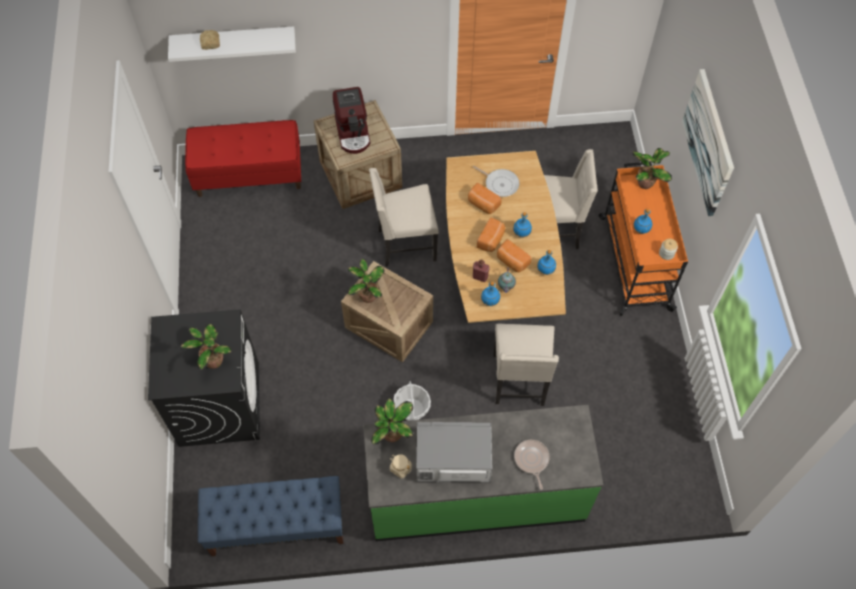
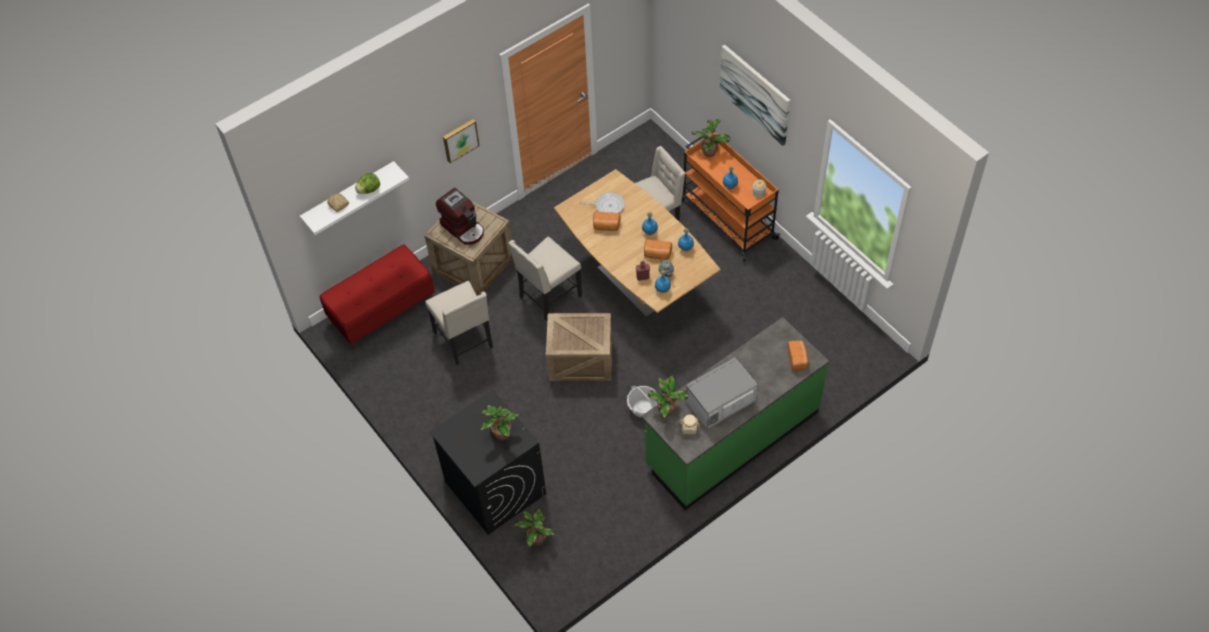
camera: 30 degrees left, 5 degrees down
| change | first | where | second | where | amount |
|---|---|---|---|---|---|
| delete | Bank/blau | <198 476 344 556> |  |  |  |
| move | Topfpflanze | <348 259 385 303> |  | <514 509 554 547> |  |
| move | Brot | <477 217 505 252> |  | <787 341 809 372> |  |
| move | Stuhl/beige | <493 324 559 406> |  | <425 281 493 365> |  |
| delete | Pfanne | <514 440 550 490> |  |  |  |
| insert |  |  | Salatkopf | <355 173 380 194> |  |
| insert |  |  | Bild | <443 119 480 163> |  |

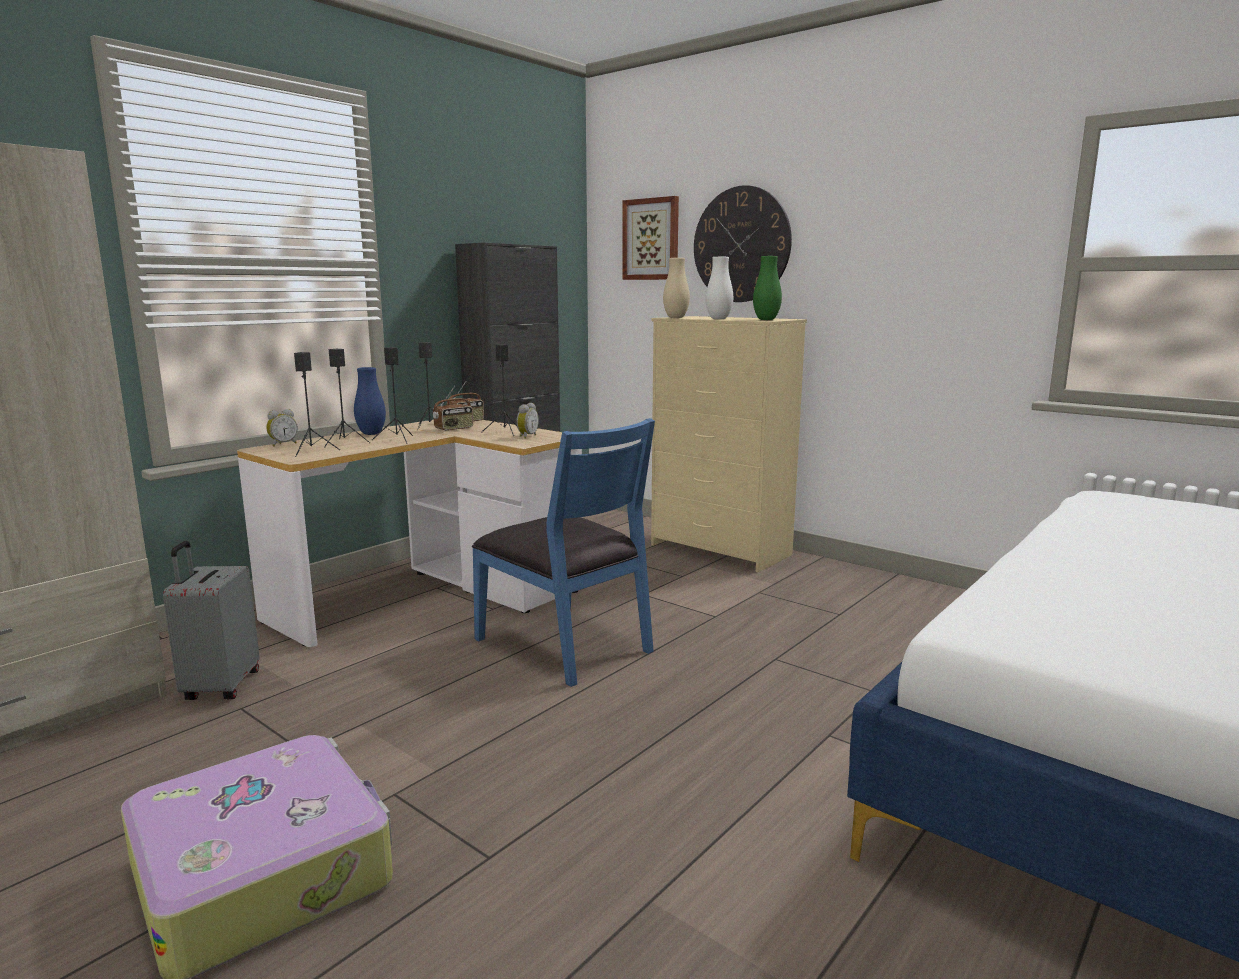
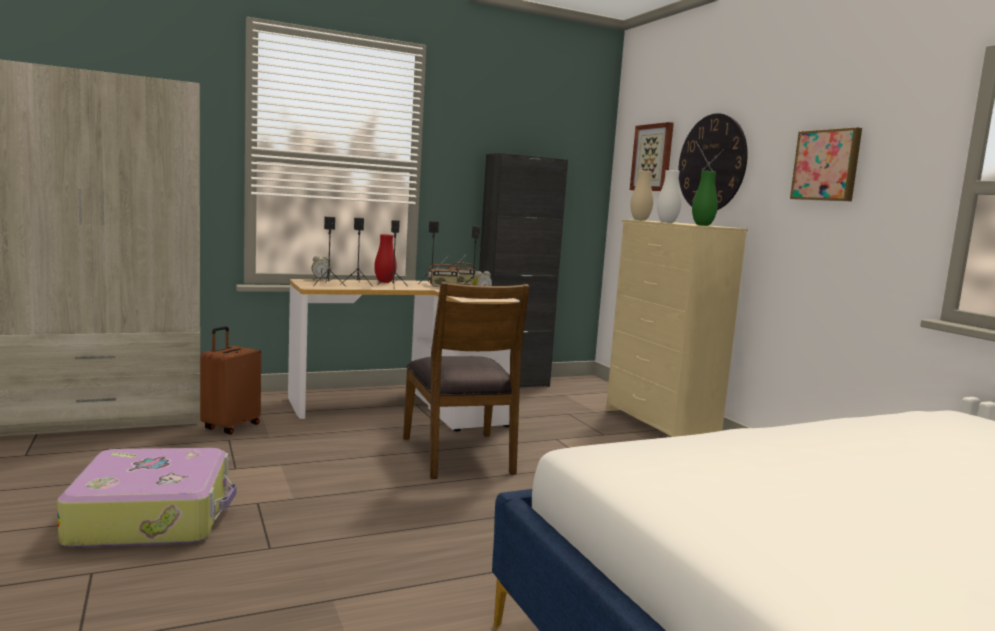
camera: 25 degrees right, 5 degrees down
| change | first | where | second | where | amount |
|---|---|---|---|---|---|
| recolor | Koffer/grau | <163 541 259 700> | Koffer/braun | <200 326 261 434> |  |
| recolor | Vase/blau | <354 367 386 435> | Vase/rot | <374 234 397 283> |  |
| recolor | Stuhl/blau | <472 418 655 687> | Stuhl/braun | <403 282 530 479> |  |
| insert |  |  | Bild | <790 127 862 201> |  |

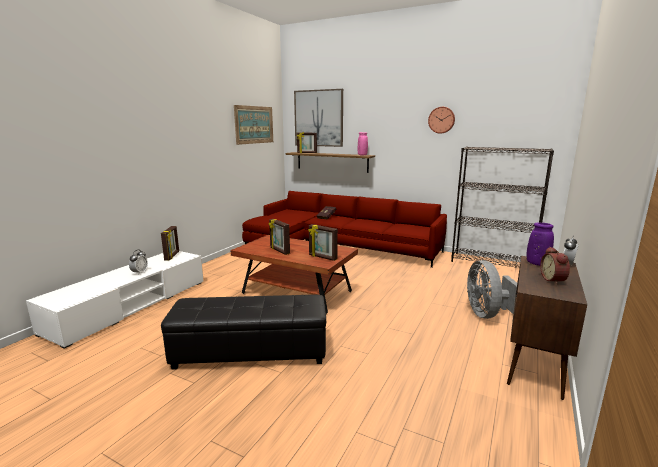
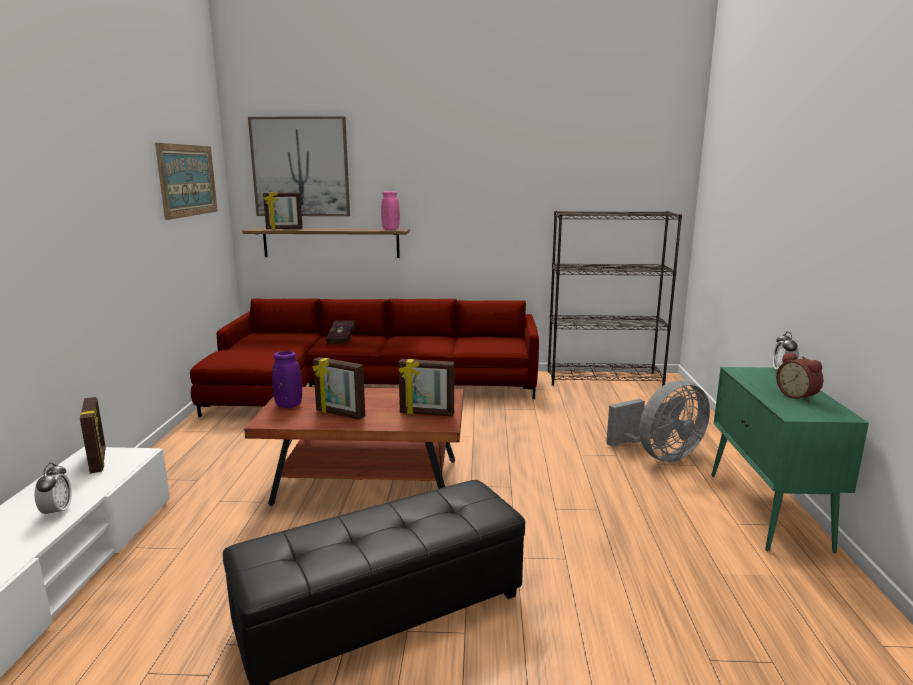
camera: 25 degrees left, 0 degrees up
| change | first | where | second | where | amount |
|---|---|---|---|---|---|
| delete | Wanduhr | <428 107 455 134> |  |  |  |
| rotate | Ventilator/grau | <467 260 517 319> |  | <606 380 710 462> | 90 degrees counterclockwise |
| recolor | Schrank/braun | <507 256 587 400> | Schrank/grün | <711 367 869 553> |  |
| move | Vase/lila | <527 222 554 266> |  | <272 351 302 408> |  |

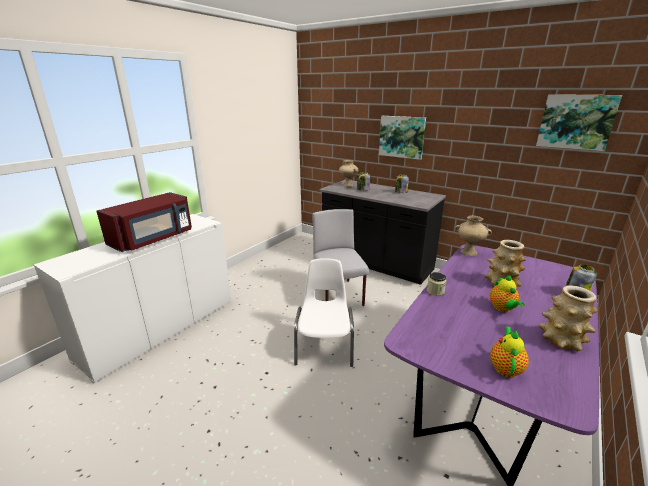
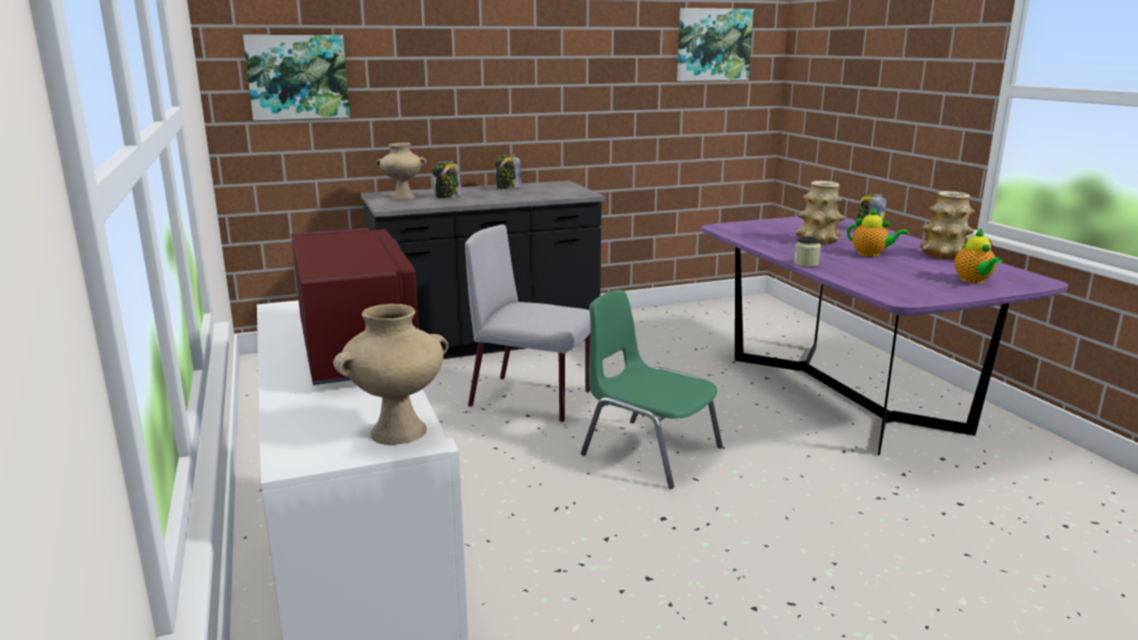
camera: 55 degrees left, 5 degrees down
| change | first | where | second | where | amount |
|---|---|---|---|---|---|
| recolor | Stuhl/weiß | <294 258 354 367> | Stuhl/grün | <581 290 723 489> |  |
| move | Bild | <379 116 426 160> |  | <243 35 350 120> |  |
| move | Vase/beige | <455 216 492 256> |  | <333 304 448 445> |  |
| rotate | Teekanne | <490 326 529 378> |  | <954 228 1003 283> | 150 degrees counterclockwise |

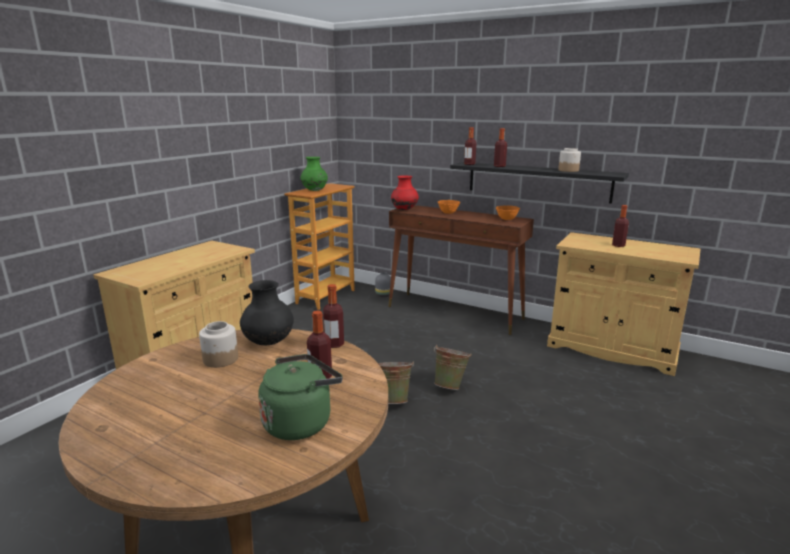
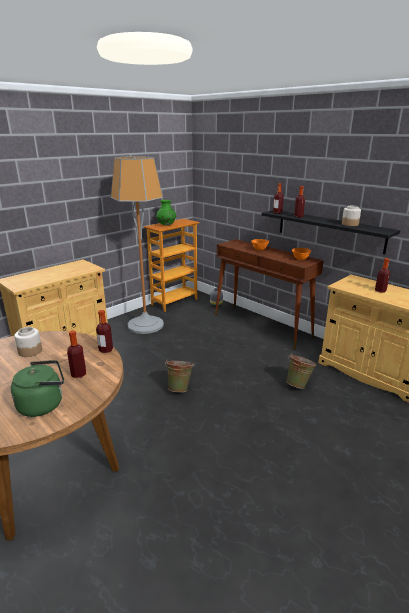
camera: 15 degrees right, 5 degrees up
| change | first | where | second | where | amount |
|---|---|---|---|---|---|
| delete | Vase/schwarz | <240 280 294 345> |  |  |  |
| delete | Vase/rot | <391 175 419 210> |  |  |  |
| move | Eimer/grün | <434 345 472 390> |  | <286 353 317 389> |  |
| insert |  |  | Stehlampe | <111 156 164 334> |  |

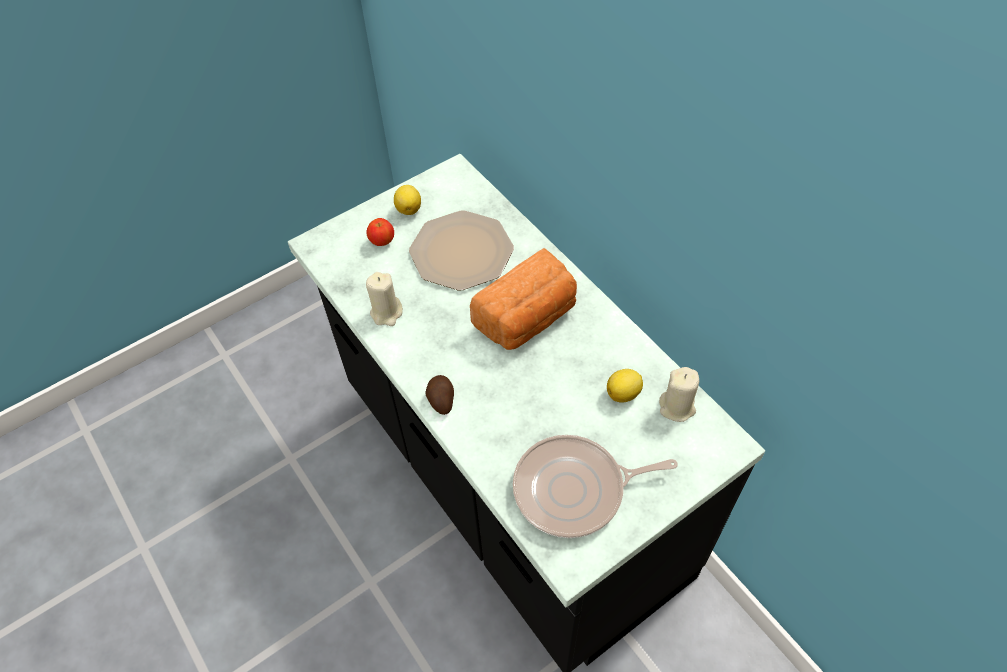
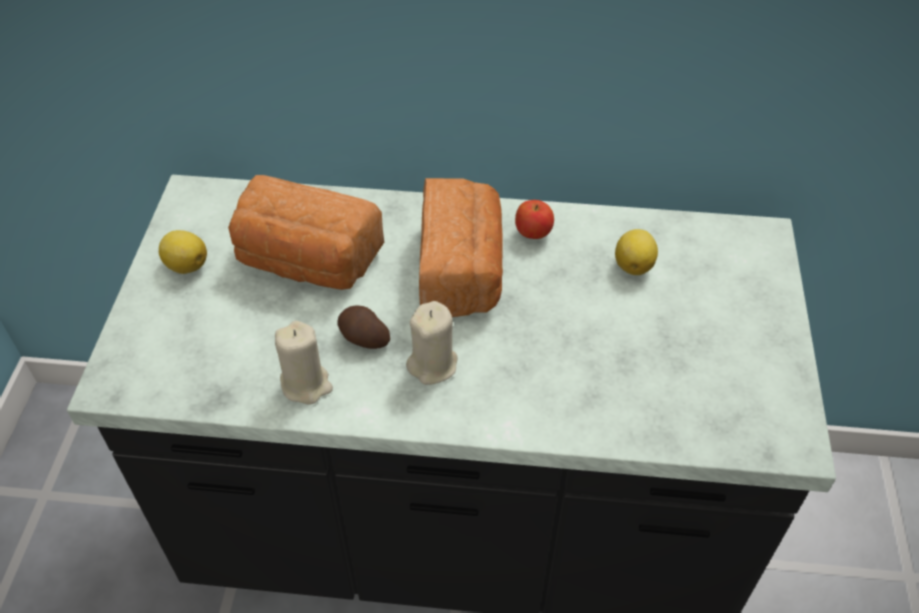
camera: 50 degrees left, 5 degrees down
| change | first | where | second | where | amount |
|---|---|---|---|---|---|
| move | Apfel | <367 218 394 246> |  | <515 200 554 239> |  |
| replace | Teller | <409 210 514 290> | Brot | <228 175 384 290> |  |
| move | Kartoffel | <426 375 454 415> |  | <337 306 390 349> |  |
| delete | Pfanne | <513 435 678 538> |  |  |  |
| move | Kerze/beige | <659 367 699 422> |  | <406 301 458 385> |  |

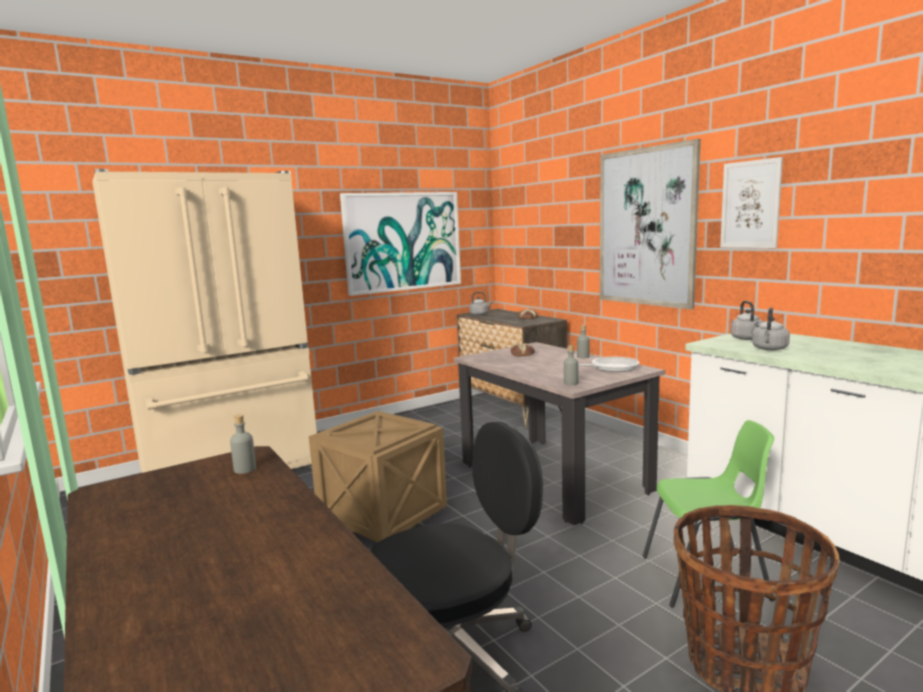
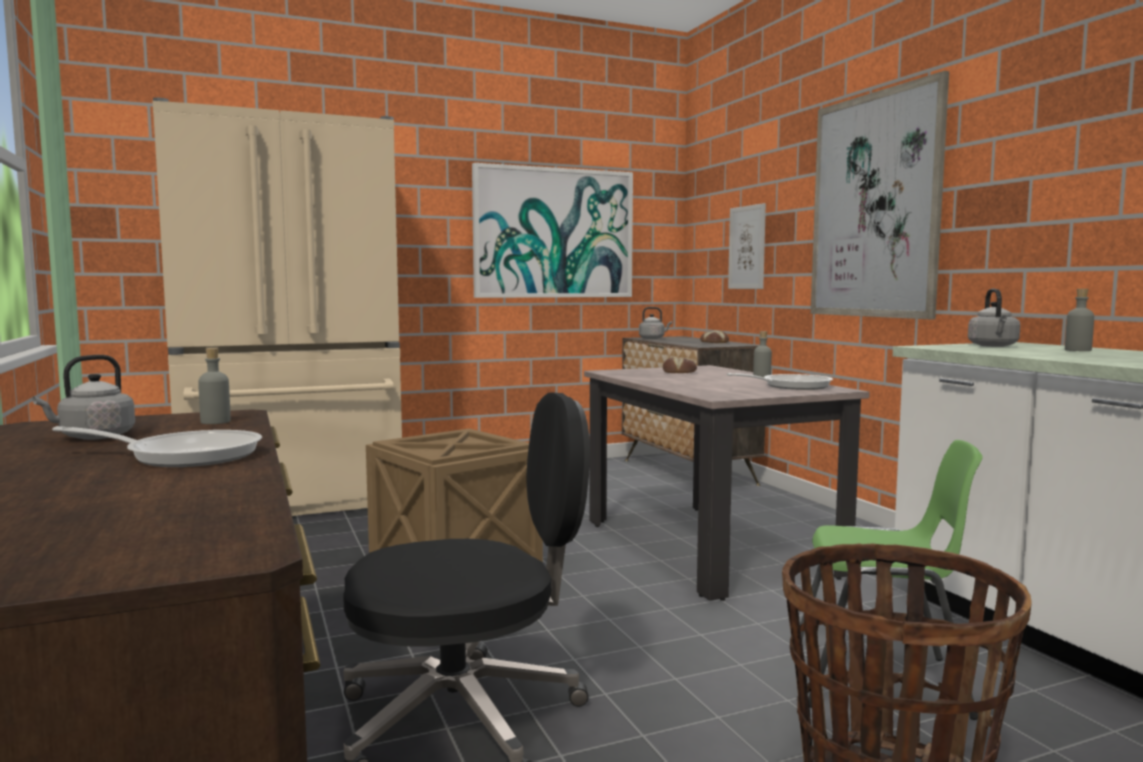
camera: 10 degrees right, 5 degrees down
| change | first | where | second | where | amount |
|---|---|---|---|---|---|
| move | Flasche/grau | <564 345 578 385> |  | <1065 289 1094 351> |  |
| move | Bild | <720 157 783 248> |  | <728 203 766 289> |  |
| move | Wasserkessel/grau | <752 307 790 350> |  | <33 355 135 440> |  |
| insert |  |  | Pfanne | <52 426 262 467> |  |

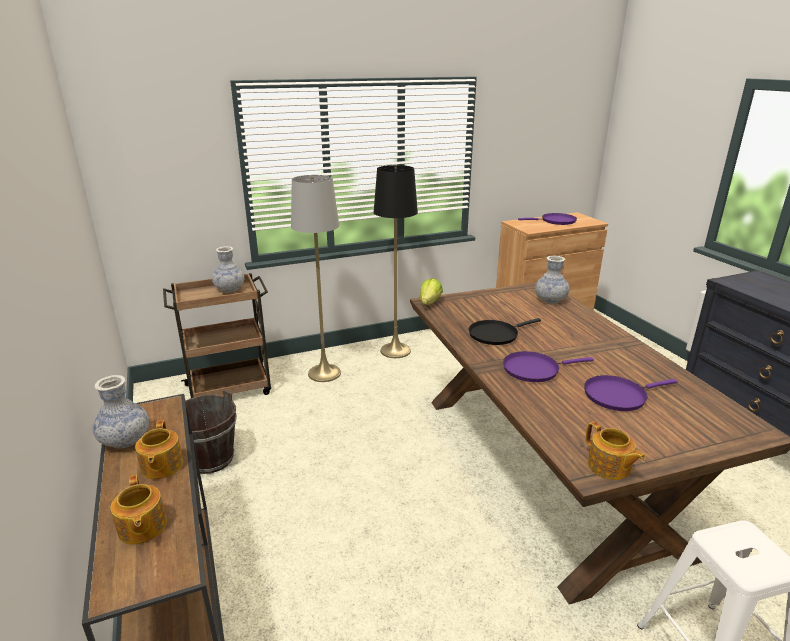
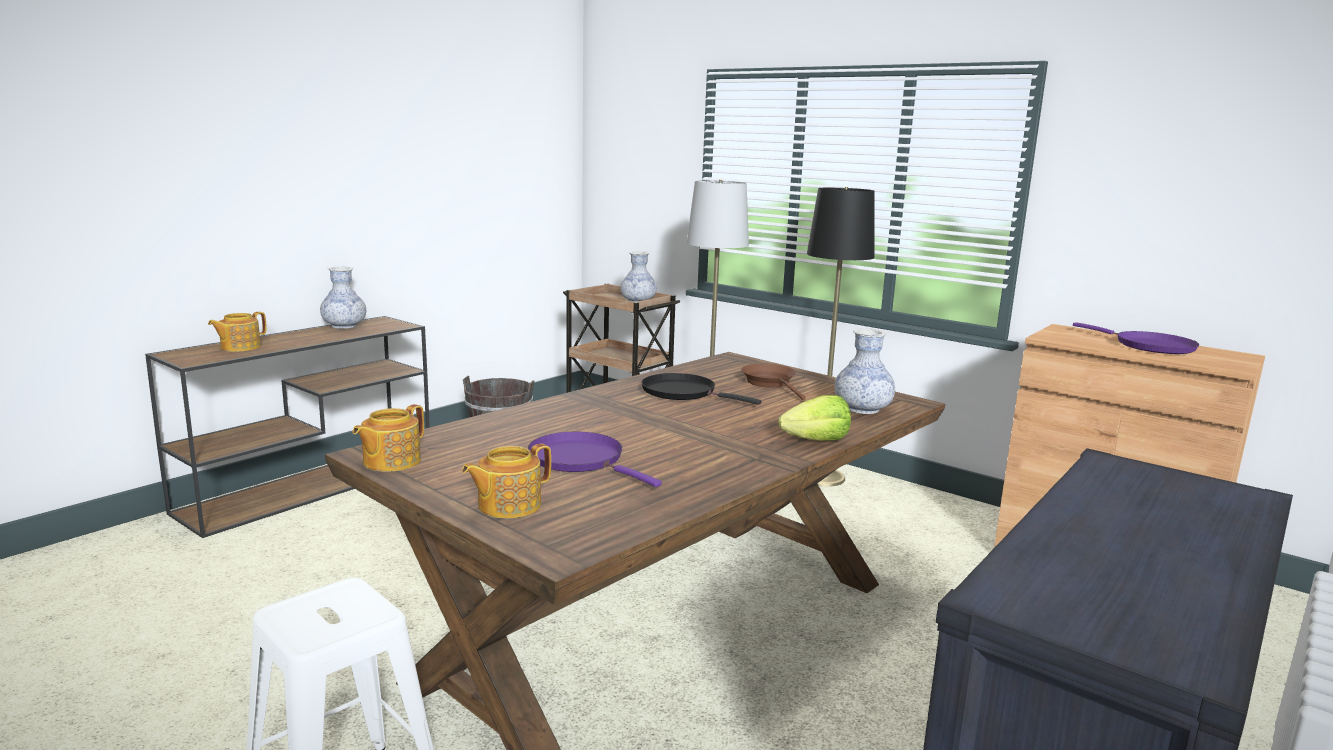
camera: 60 degrees right, 10 degrees down
| change | first | where | second | where | amount |
|---|---|---|---|---|---|
| move | Teekanne | <135 420 184 479> |  | <462 444 551 518> |  |
| move | Salatkopf | <420 278 443 305> |  | <778 395 851 441> |  |
| delete | Pfanne/lila | <503 351 594 382> |  |  |  |
| insert |  |  | Pfanne/braun | <741 364 806 400> |  |

